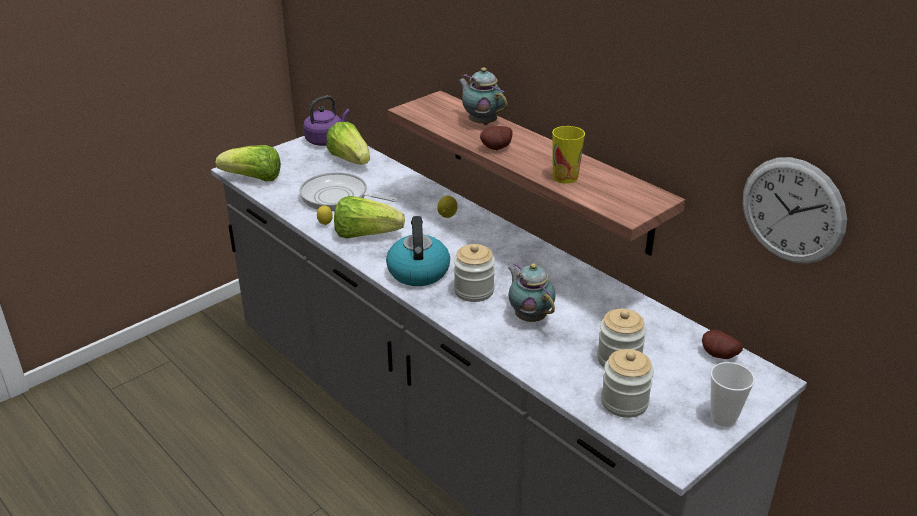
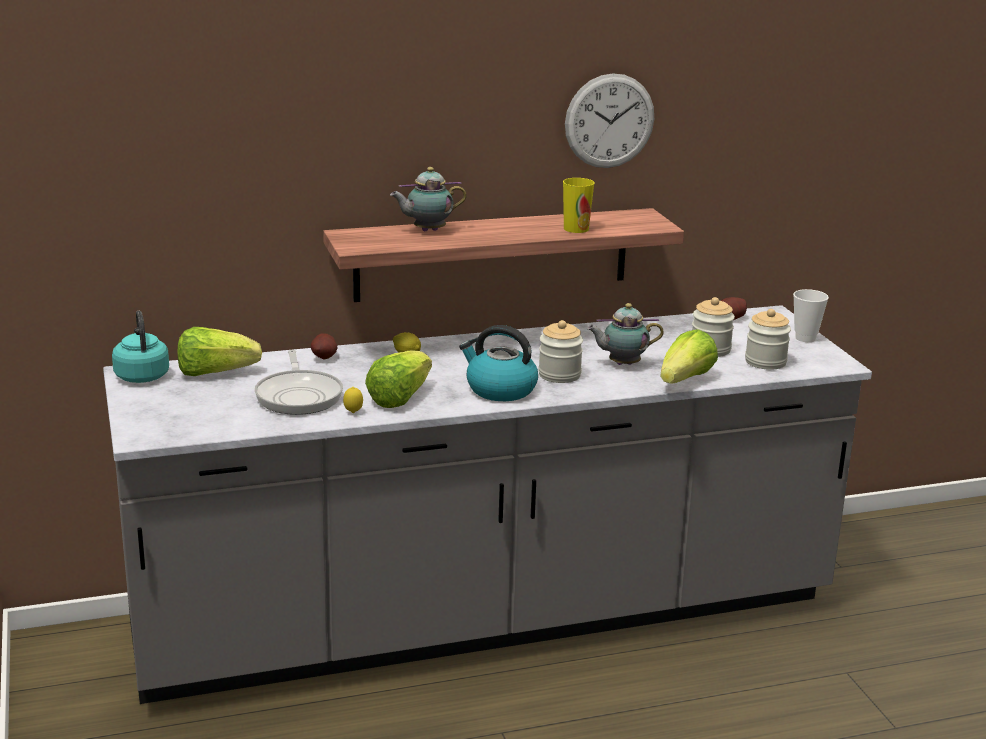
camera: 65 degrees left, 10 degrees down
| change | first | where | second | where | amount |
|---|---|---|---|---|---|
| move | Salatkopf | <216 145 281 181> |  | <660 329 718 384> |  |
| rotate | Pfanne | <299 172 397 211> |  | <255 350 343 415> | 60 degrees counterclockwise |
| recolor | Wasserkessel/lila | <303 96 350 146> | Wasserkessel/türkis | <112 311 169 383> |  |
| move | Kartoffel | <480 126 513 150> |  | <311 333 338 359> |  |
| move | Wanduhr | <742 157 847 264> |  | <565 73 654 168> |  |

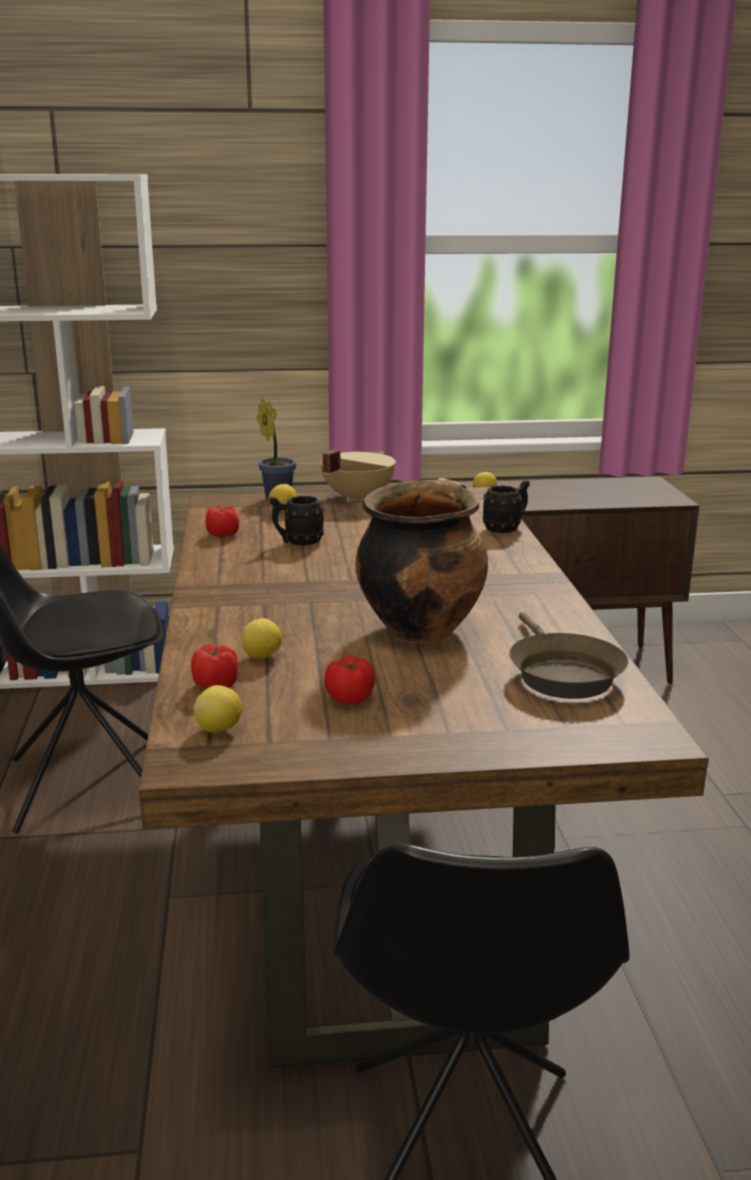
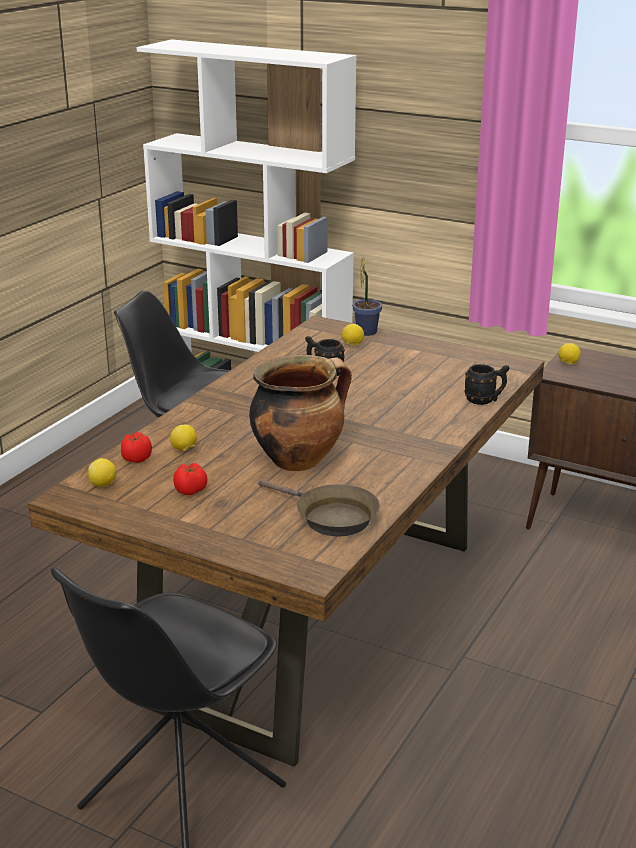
camera: 35 degrees right, 5 degrees up
| change | first | where | second | where | amount |
|---|---|---|---|---|---|
| delete | Tomate | <206 505 239 537> |  |  |  |
| delete | Kochtopf/beige | <320 450 396 503> |  |  |  |
| rotate | Pfanne/braun | <509 612 628 699> |  | <258 480 380 536> | 75 degrees counterclockwise |

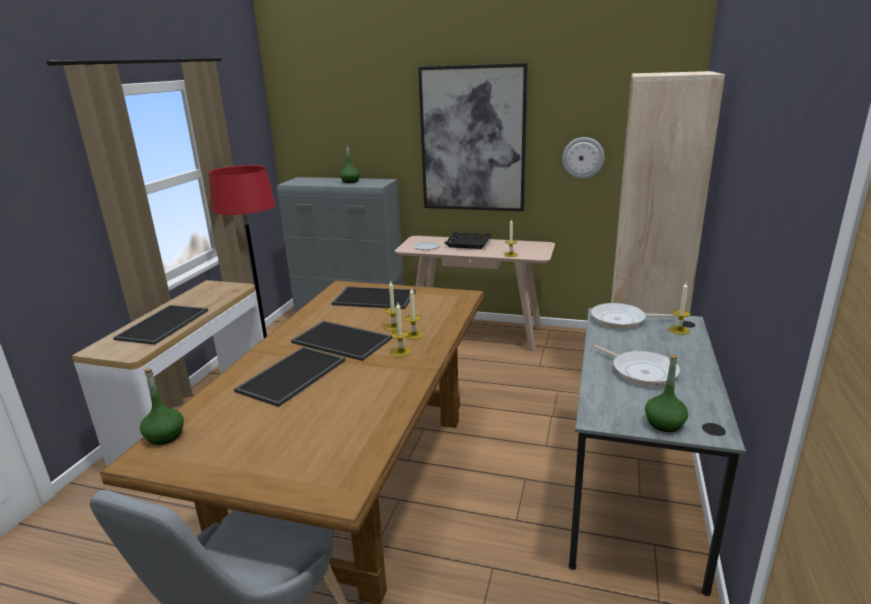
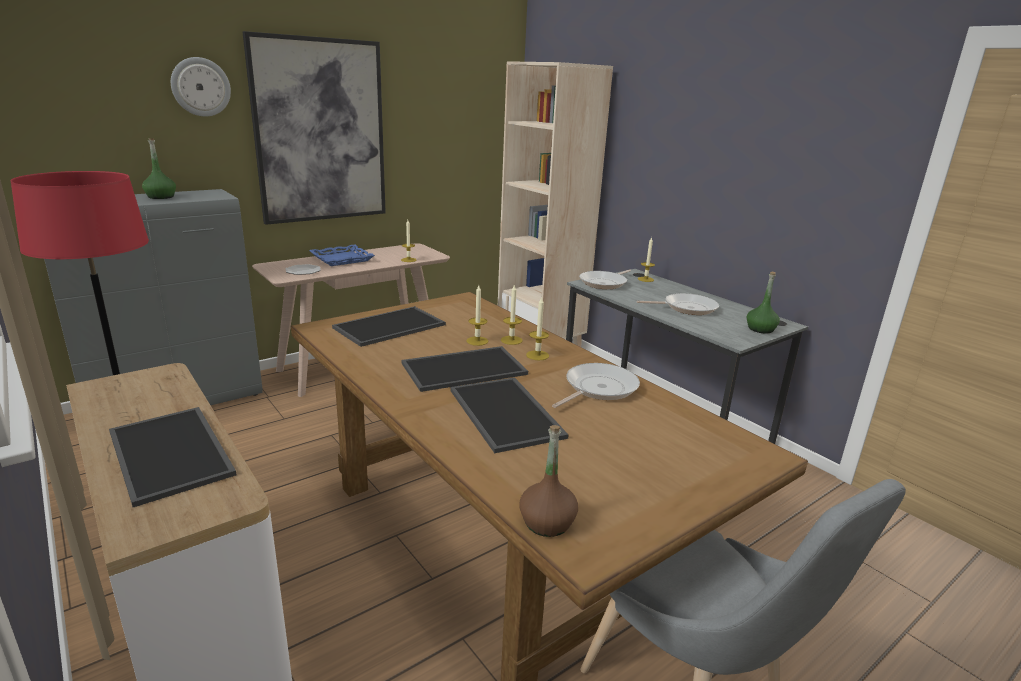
camera: 55 degrees left, 0 degrees up
| change | first | where | second | where | amount |
|---|---|---|---|---|---|
| recolor | Flasche/grün | <140 368 184 445> | Flasche/braun | <519 425 578 537> |  |
| recolor | Tablett/schwarz | <445 232 492 249> | Tablett/blau | <309 244 375 266> |  |
| move | Wanduhr | <562 137 605 179> |  | <171 57 231 117> |  |
| insert |  |  | Pfanne | <552 363 640 408> |  |

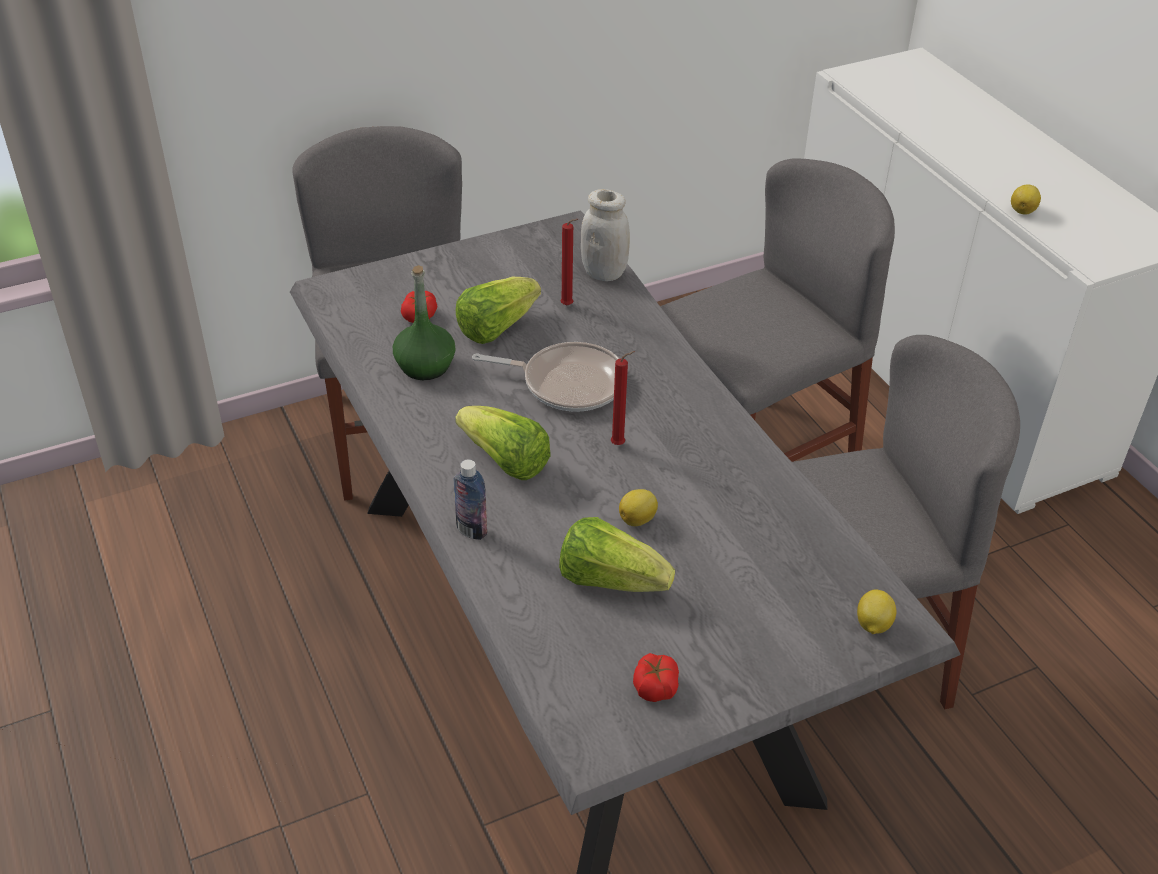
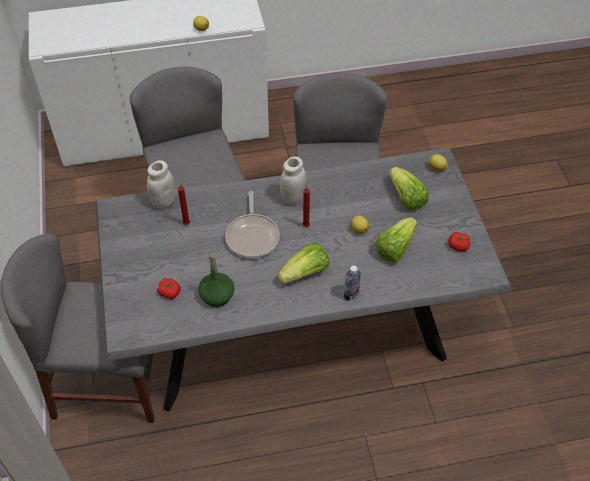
camera: 75 degrees left, 10 degrees up
| change | first | where | second | where | amount |
|---|---|---|---|---|---|
| move | Salatkopf | <456 277 541 344> |  | <389 167 429 210> |  |
| rotate | Pfanne | <472 342 619 412> |  | <225 191 280 258> | 150 degrees clockwise |
| insert |  |  | Vorratsglas/weiß | <280 156 307 205> |  |

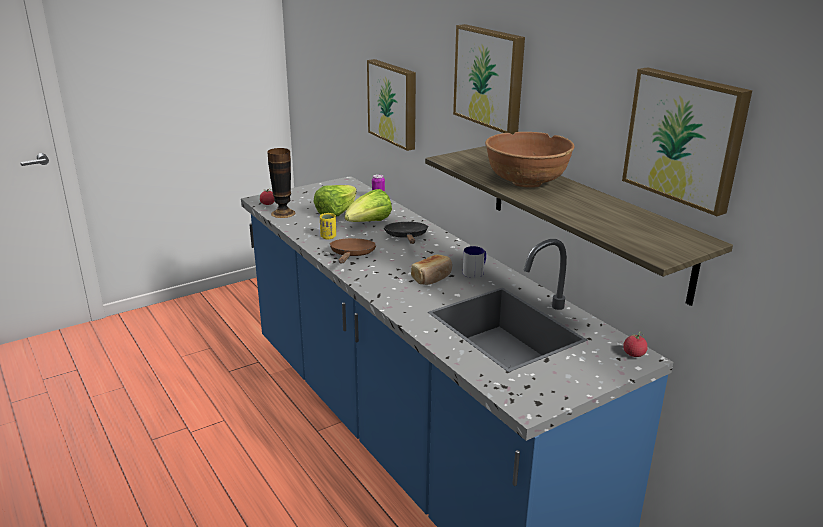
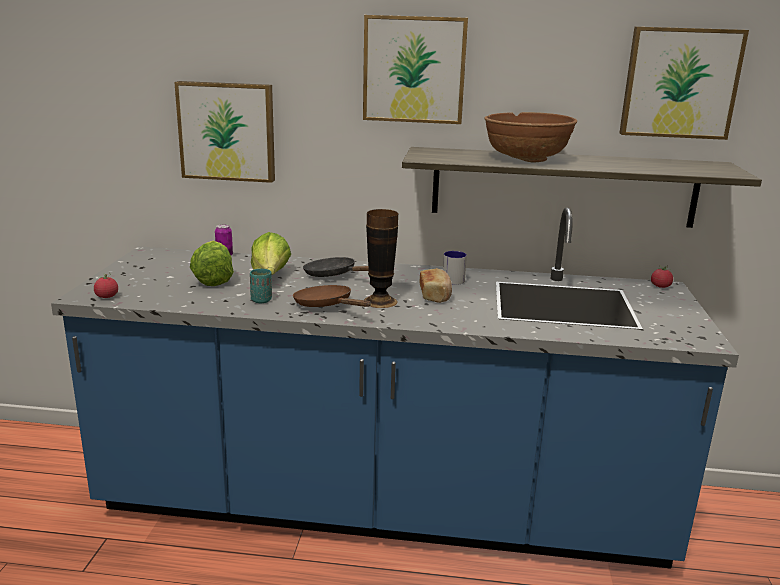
camera: 50 degrees left, 5 degrees down
| change | first | where | second | where | amount |
|---|---|---|---|---|---|
| move | Vase | <267 148 296 218> |  | <364 209 398 308> |  |
| recolor | Tasse/gelb | <320 213 336 239> | Tasse/türkis | <250 269 272 303> |  |

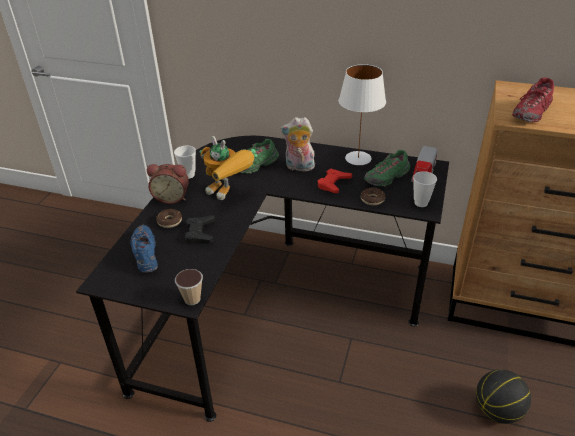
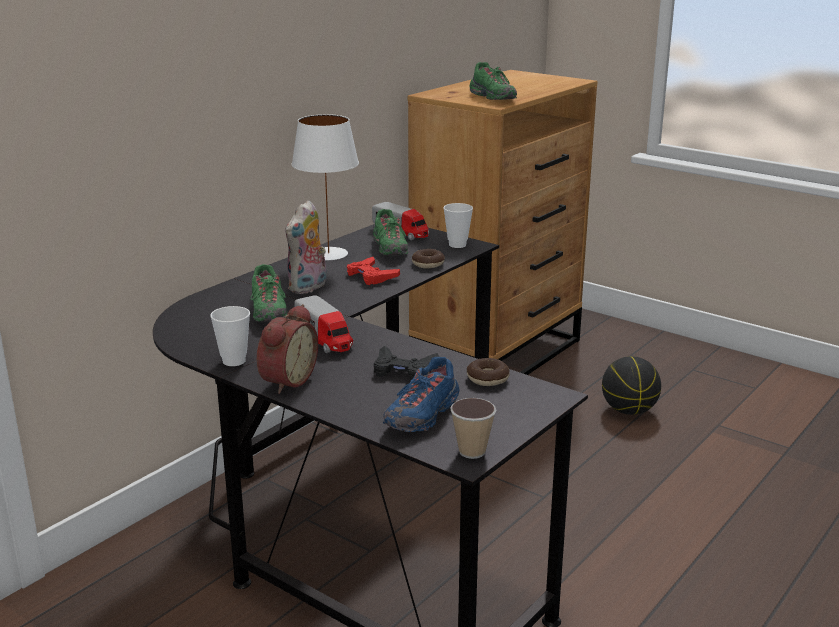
camera: 70 degrees left, 15 degrees down
| change | first | where | second | where | amount |
|---|---|---|---|---|---|
| rotate | Schuh/blau | <130 225 158 273> |  | <383 357 459 432> | 60 degrees counterclockwise |
| move | Donut | <156 209 182 228> |  | <467 358 510 386> |  |
| move | Tasse | <175 269 203 305> |  | <450 398 496 459> |  |
| replace | Spielzeugroboter | <200 136 258 200> | Spielzeuglaster | <294 295 354 353> |  |
| recolor | Schuh/rot | <512 78 554 122> | Schuh/grün | <469 62 517 100> |  |

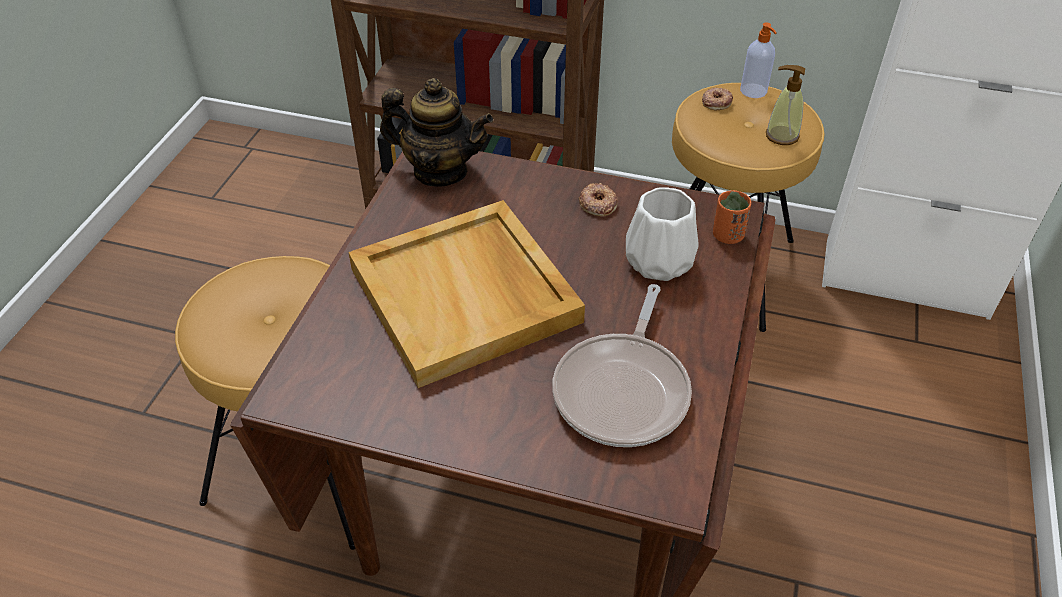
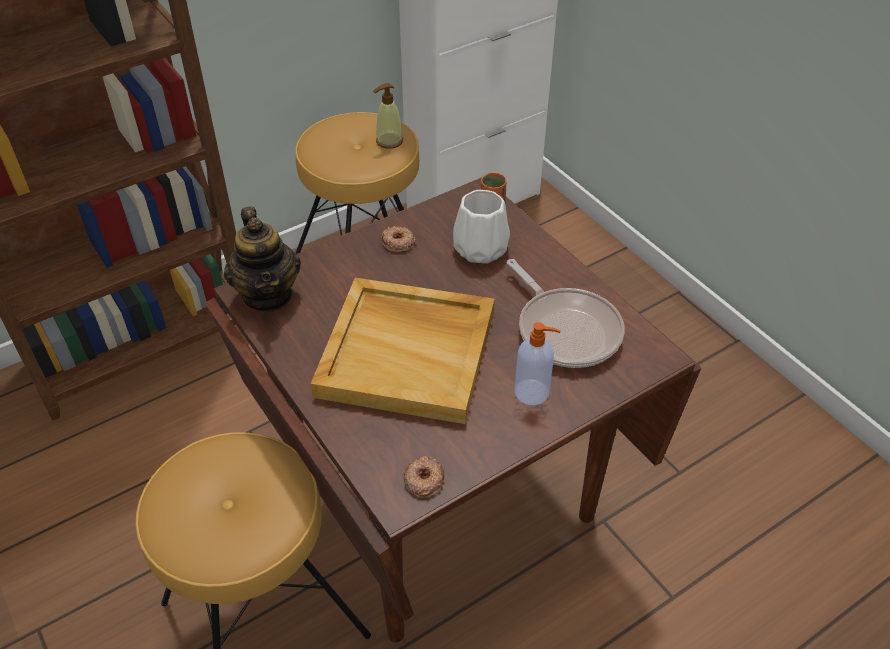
camera: 50 degrees left, 0 degrees up
| change | first | where | second | where | amount |
|---|---|---|---|---|---|
| rotate | Teekanne | <380 78 493 187> |  | <224 206 301 312> | 105 degrees clockwise |
| move | Donut | <702 88 733 110> |  | <403 456 444 498> |  |
| move | Seifenspender | <740 22 777 98> |  | <514 322 561 405> |  |

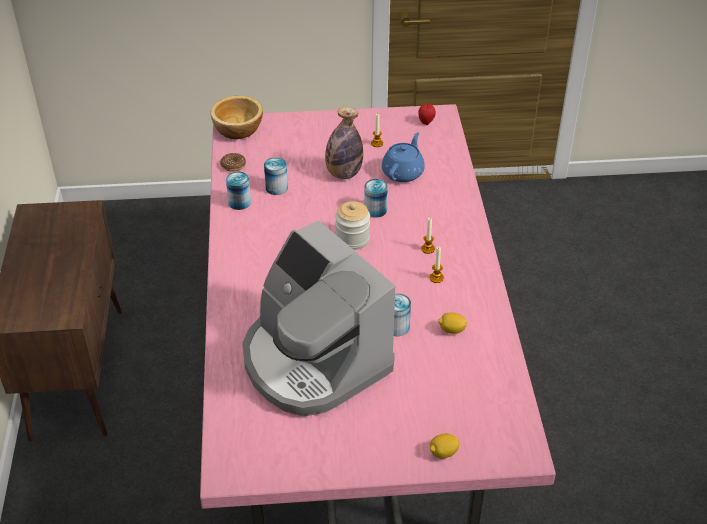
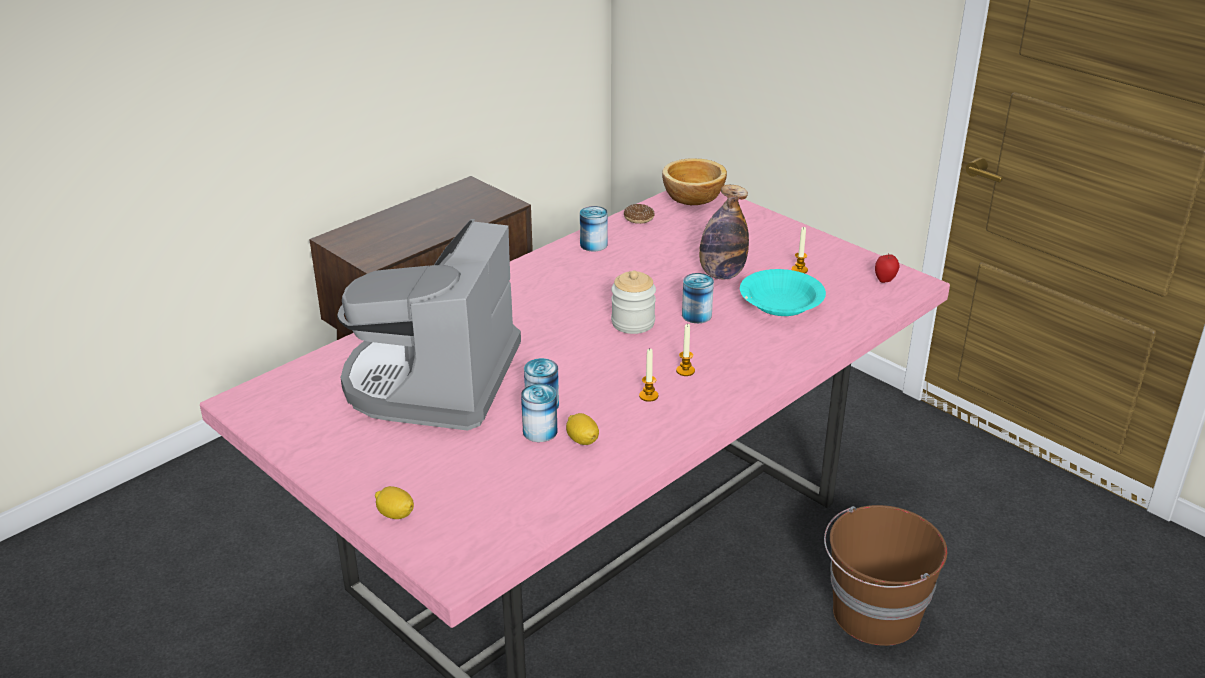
camera: 50 degrees right, 10 degrees down
| change | first | where | second | where | amount |
|---|---|---|---|---|---|
| move | Dose | <264 157 288 195> |  | <521 384 557 442> |  |
| replace | Teekanne/blau | <382 132 425 182> | Schüssel/türkis | <740 269 826 316> |  |
| insert |  |  | Eimer/braun | <824 505 947 646> |  |

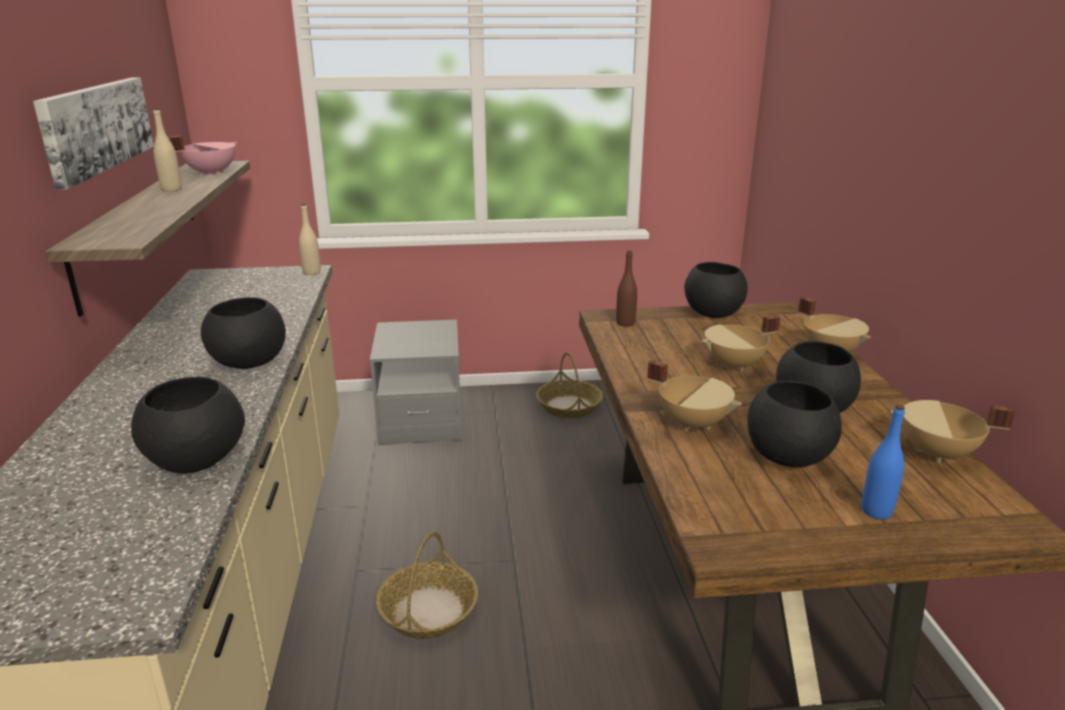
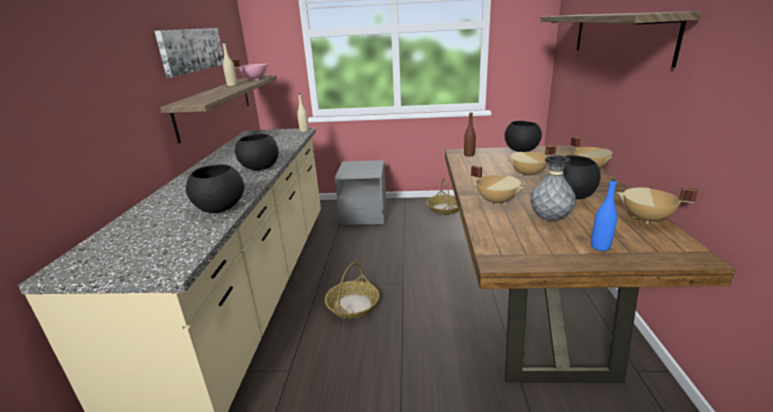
camera: 10 degrees right, 0 degrees up
| change | first | where | second | where | amount |
|---|---|---|---|---|---|
| replace | Schüssel/schwarz | <747 381 842 467> | Vase/grau | <530 155 576 221> |  |
| insert |  |  | Wandregal | <540 11 701 68> |  |

